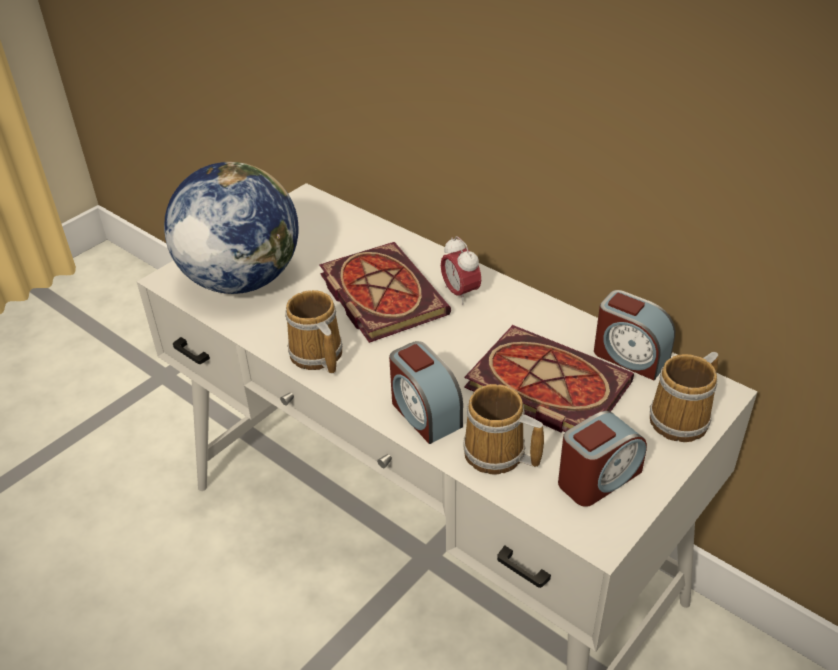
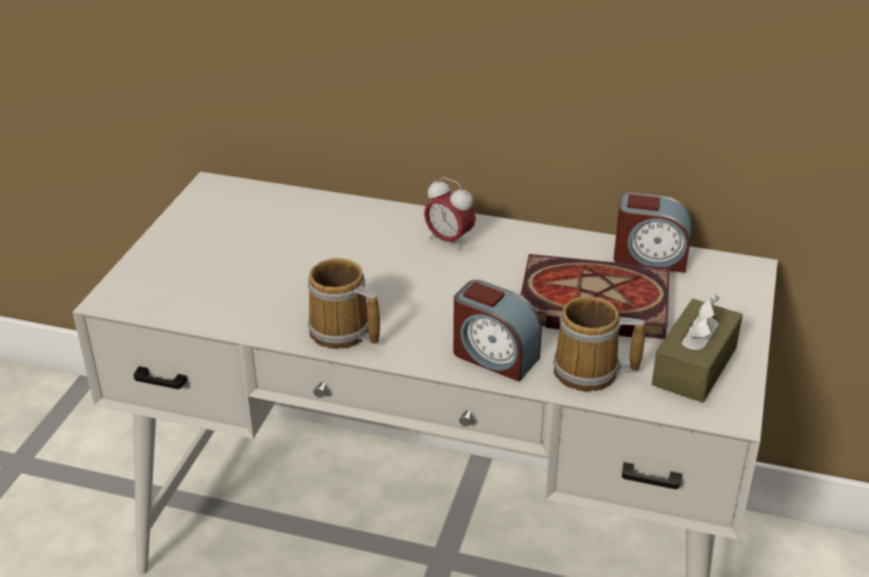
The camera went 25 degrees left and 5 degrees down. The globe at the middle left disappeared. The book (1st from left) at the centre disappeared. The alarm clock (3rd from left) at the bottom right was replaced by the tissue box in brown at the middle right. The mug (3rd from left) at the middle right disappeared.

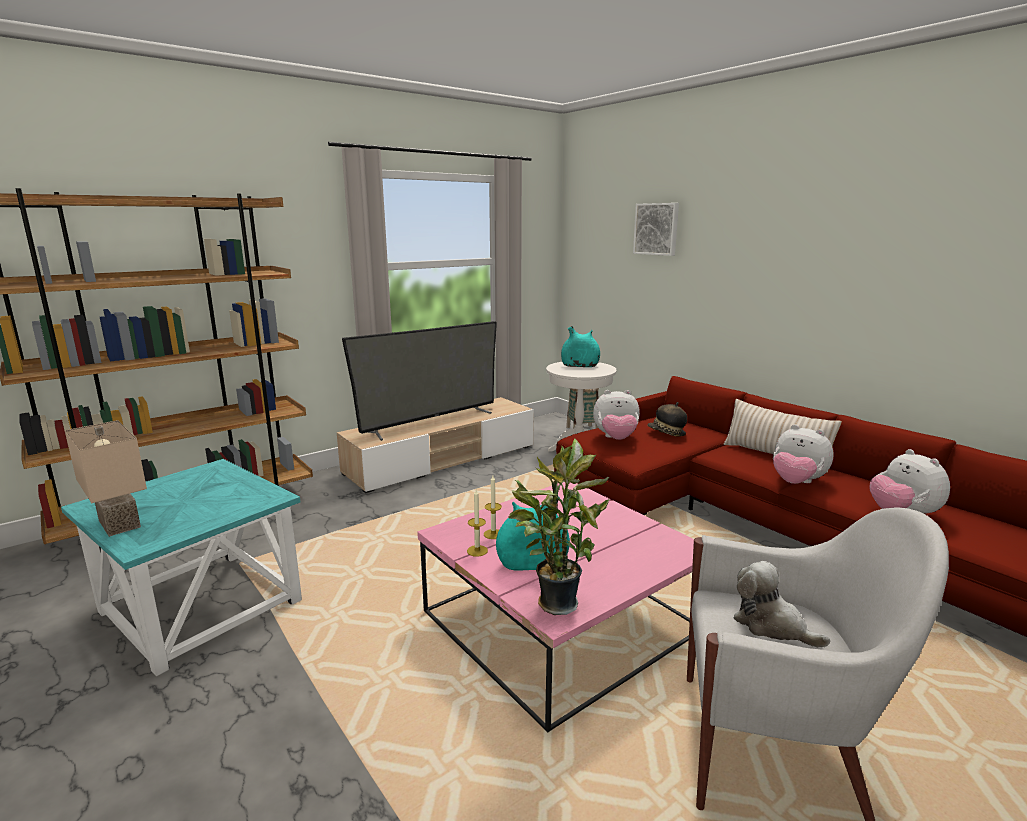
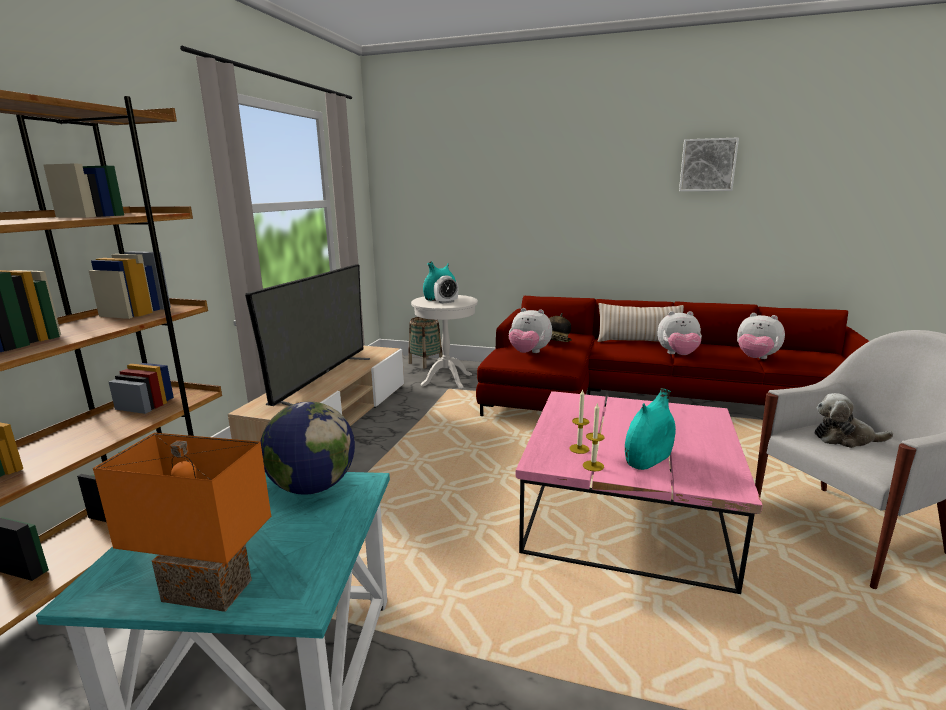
The camera went 35 degrees left and 0 degrees up. The table lamp in beige at the middle left became the table lamp in orange at the bottom left. The potted plant at the centre disappeared. The plush toy (1st from left) at the centre turned 60 degrees clockwise. The picture moved from the top centre to the top right. The globe at the middle left appeared. The alarm clock at the centre appeared.

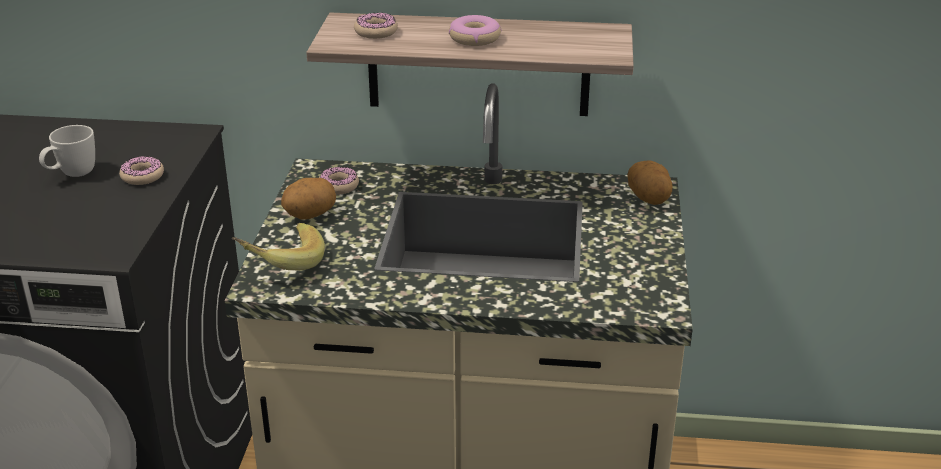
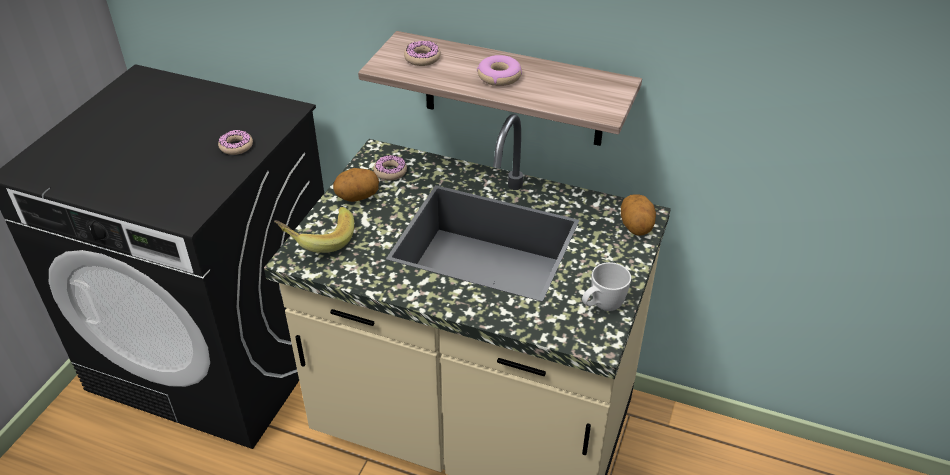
The camera went 15 degrees right and 10 degrees up. The mug in white moved from the top left to the centre.

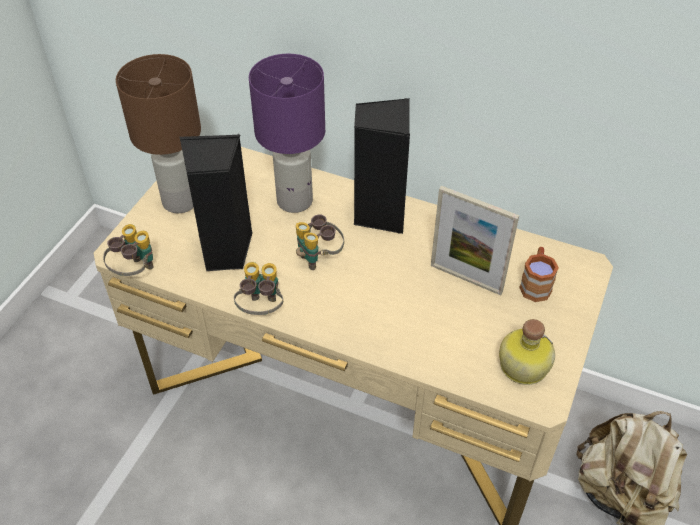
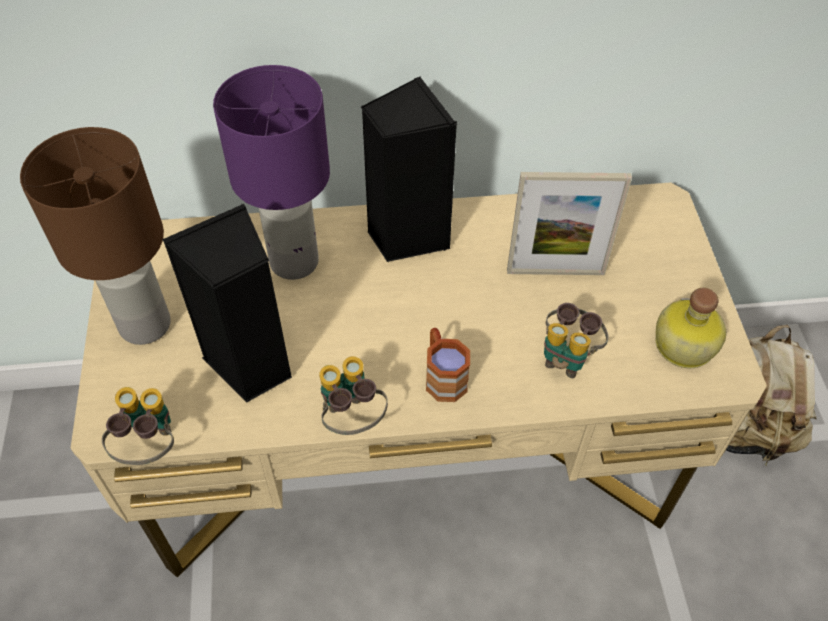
The camera went 30 degrees left and 5 degrees up. The binoculars (3rd from left) moved from the centre to the middle right. The mug in brown moved from the middle right to the centre.

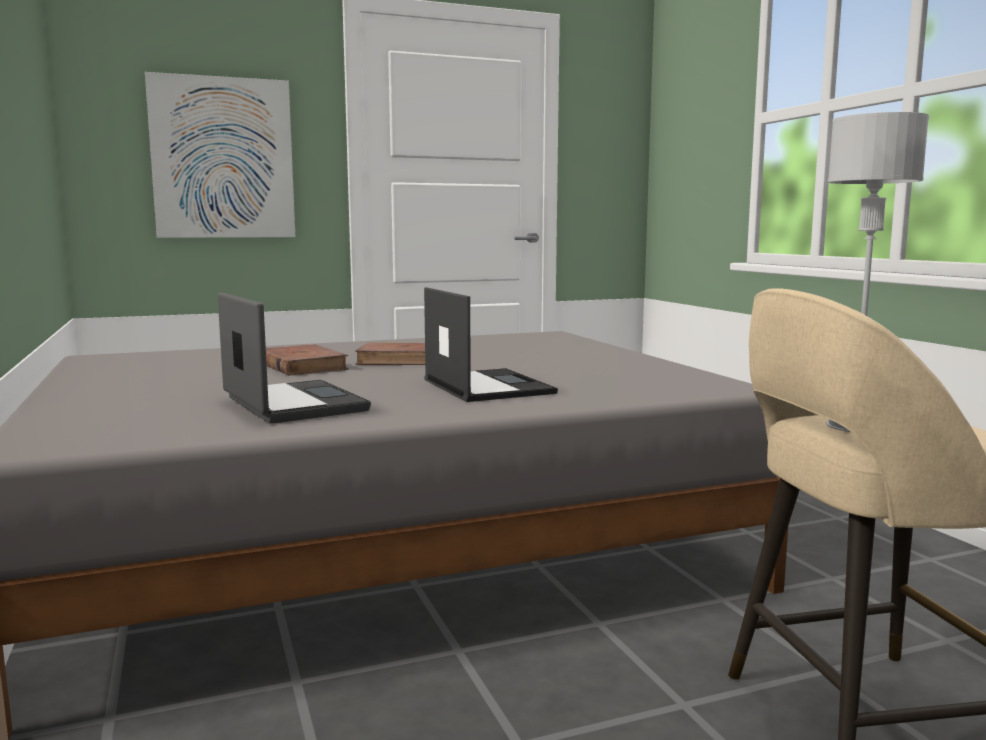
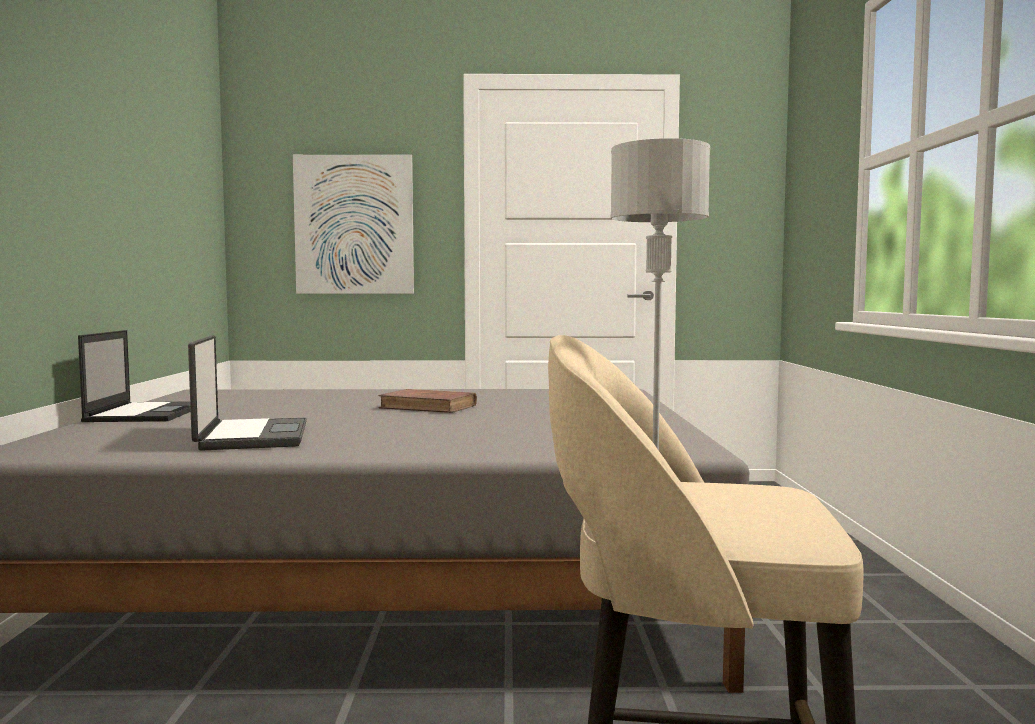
The camera went 20 degrees right and 5 degrees down. The book in brown (1st from left) at the middle left disappeared. The laptop (2nd from left in the first image) moved from the centre to the middle left.

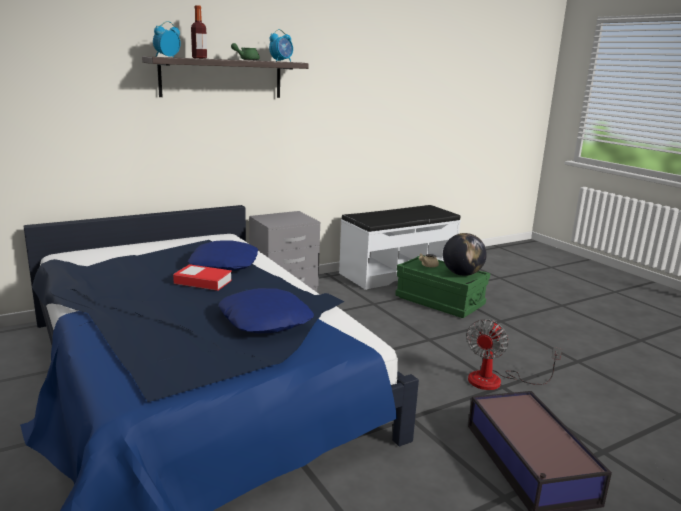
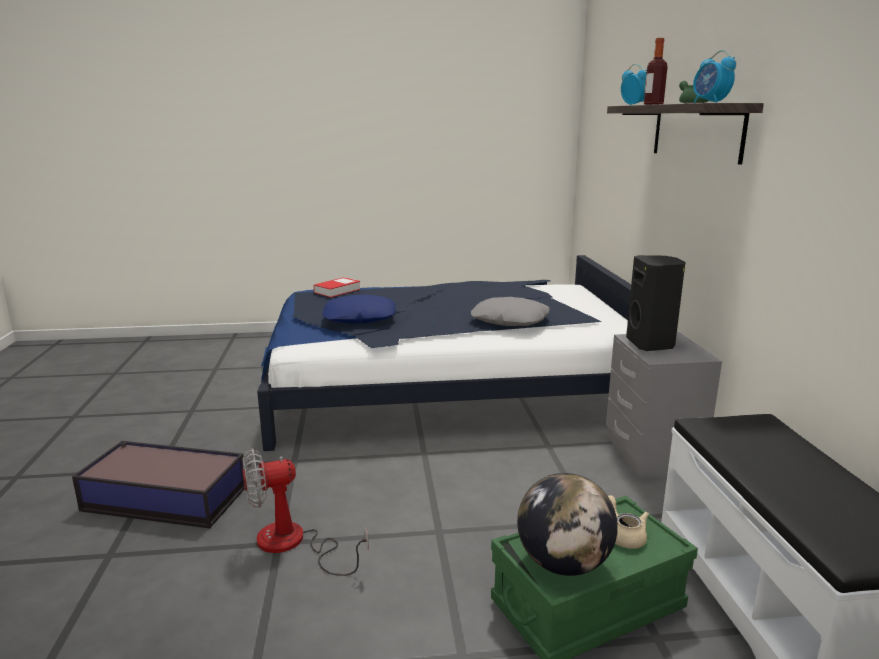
The camera went 115 degrees right and 0 degrees up. The book moved from the middle left to the centre. The pillow in blue (1st from left) at the middle left became the pillow in grey at the centre. The fan at the bottom right turned 75 degrees counterclockwise. The speaker in black at the middle right appeared.

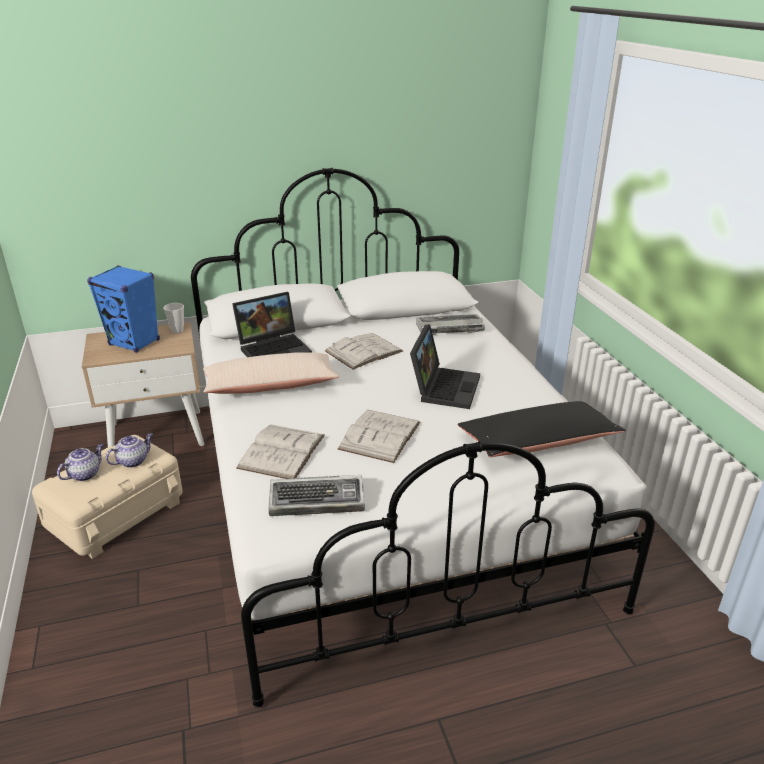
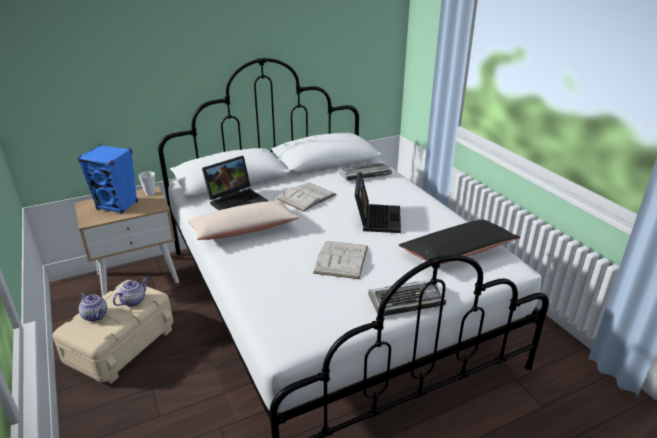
The camera went 10 degrees left and 0 degrees up. The teapot (1st from left) at the middle left turned 105 degrees clockwise. The book in white (1st from left) at the centre disappeared. The keyboard (1st from left in the first image) moved from the centre to the bottom centre.

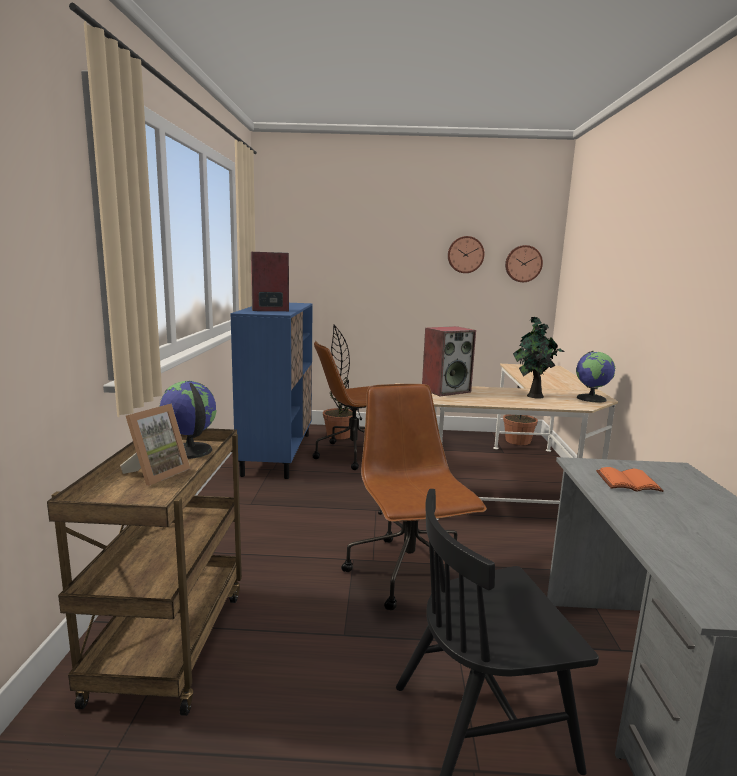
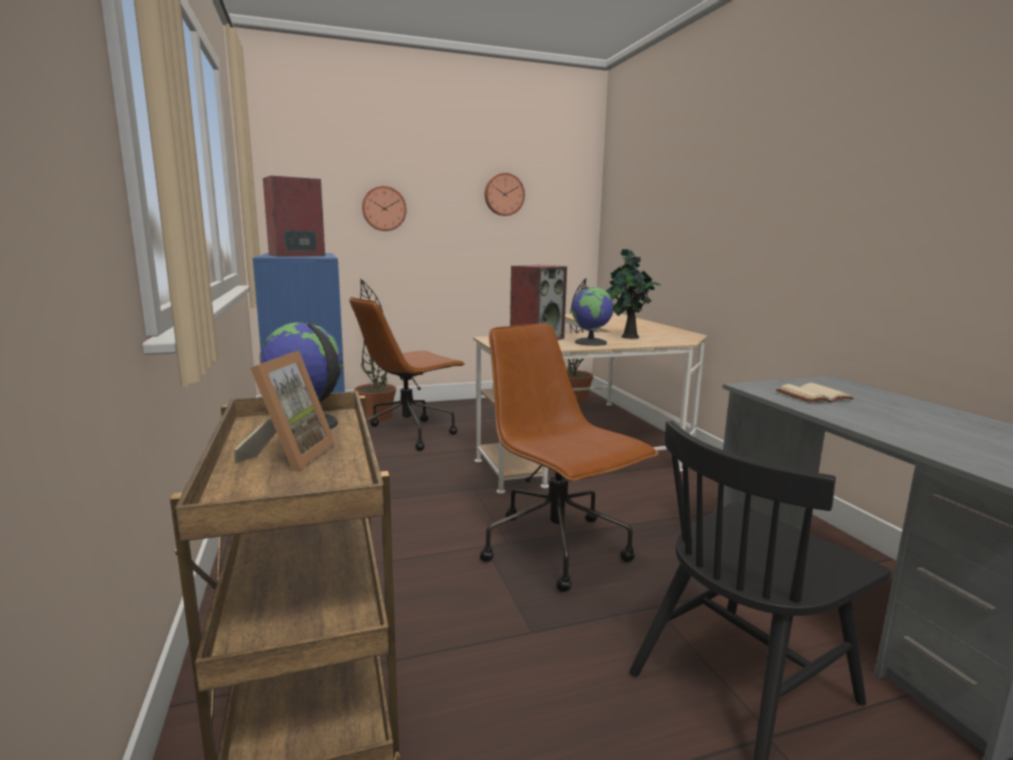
The camera went 20 degrees left and 0 degrees up. The wall clock (2nd from left in the first image) moved from the middle right to the top centre. The globe (2nd from left) moved from the middle right to the centre. The book in orange at the middle right became the book in beige at the middle right.

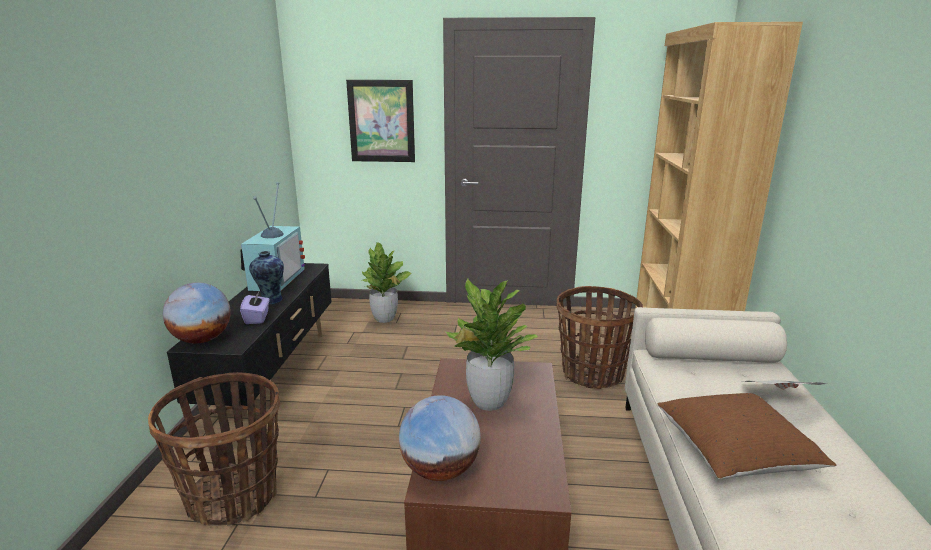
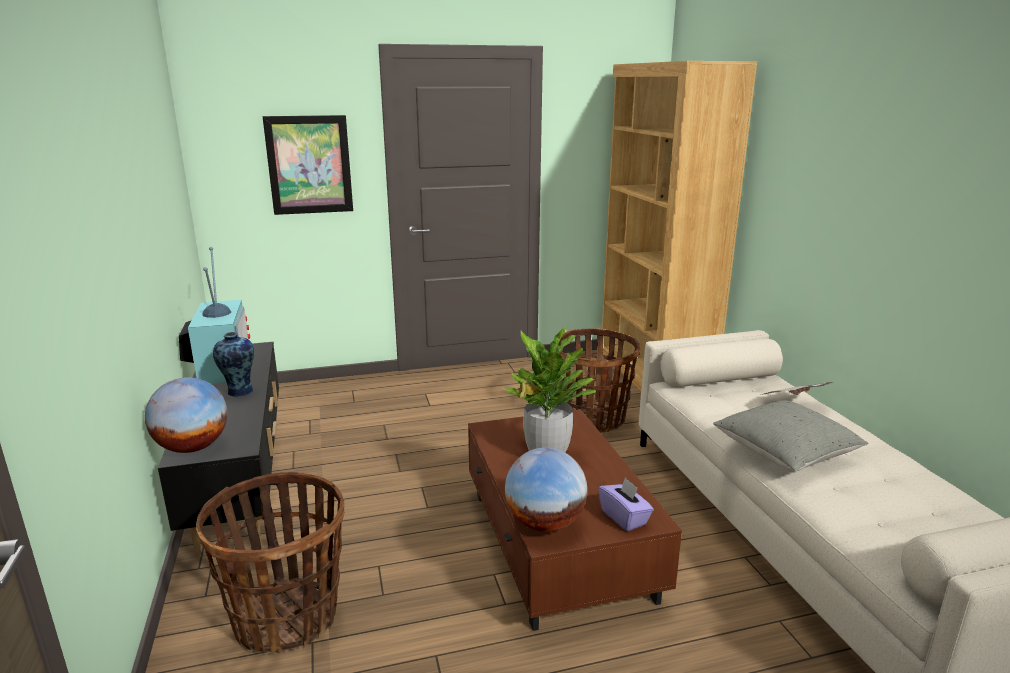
The camera went 20 degrees left and 0 degrees up. The tissue box in purple moved from the middle left to the bottom centre. The potted plant (1st from left) at the centre disappeared. The pillow in brown at the bottom right became the pillow in grey at the middle right.

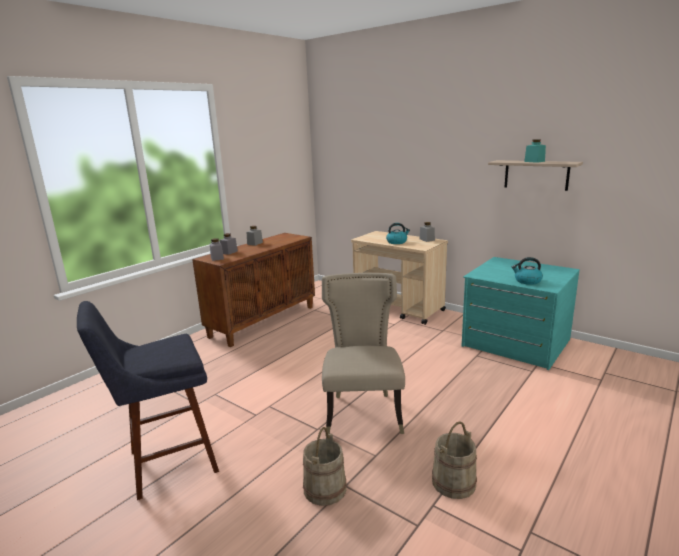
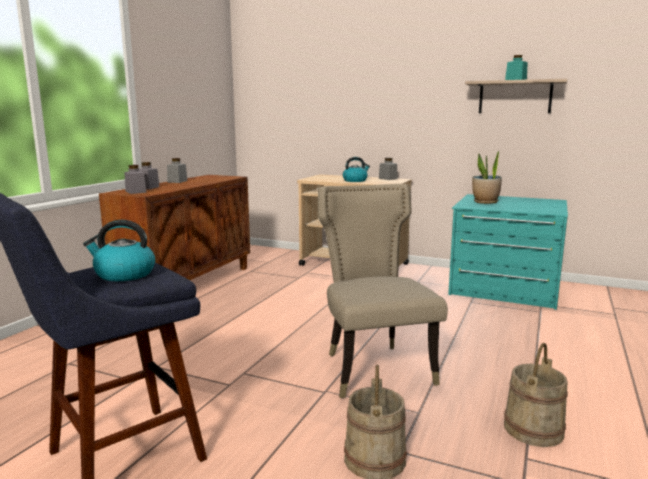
The camera went 15 degrees left and 5 degrees down. The kettle (2nd from left in the first image) moved from the middle right to the middle left. The potted plant at the middle right appeared.

